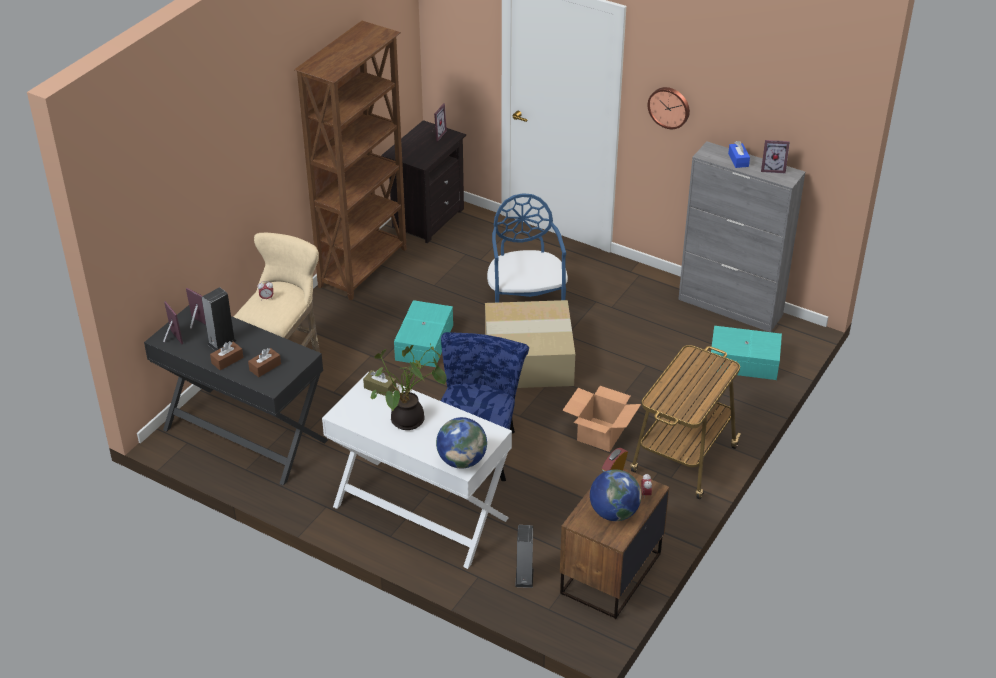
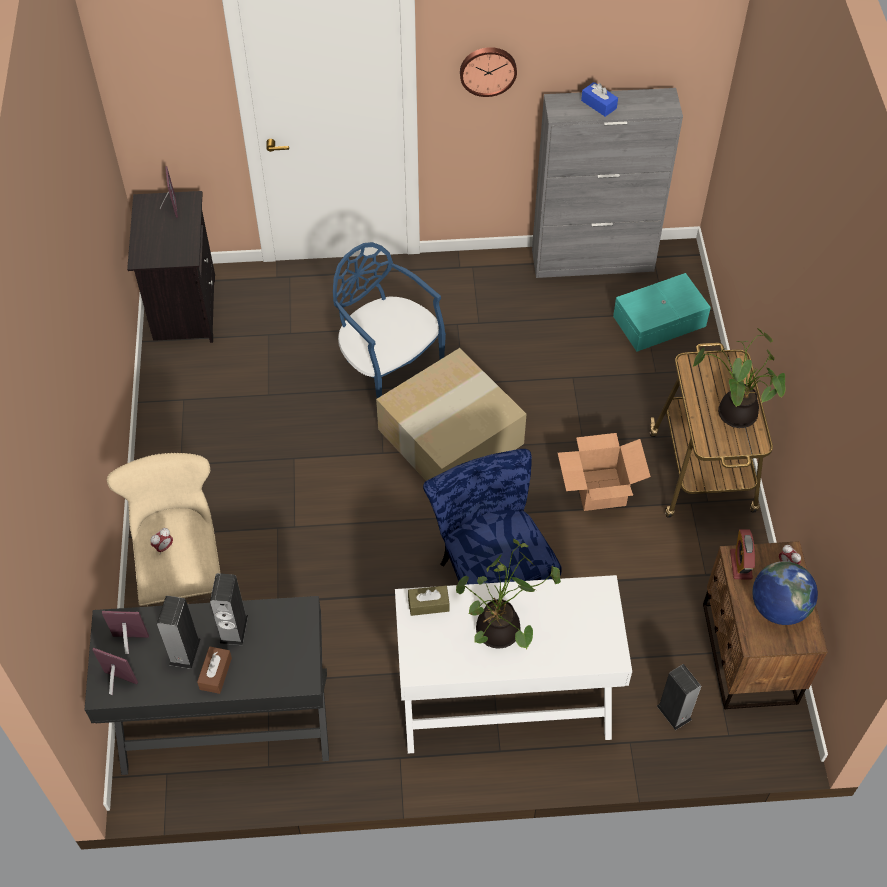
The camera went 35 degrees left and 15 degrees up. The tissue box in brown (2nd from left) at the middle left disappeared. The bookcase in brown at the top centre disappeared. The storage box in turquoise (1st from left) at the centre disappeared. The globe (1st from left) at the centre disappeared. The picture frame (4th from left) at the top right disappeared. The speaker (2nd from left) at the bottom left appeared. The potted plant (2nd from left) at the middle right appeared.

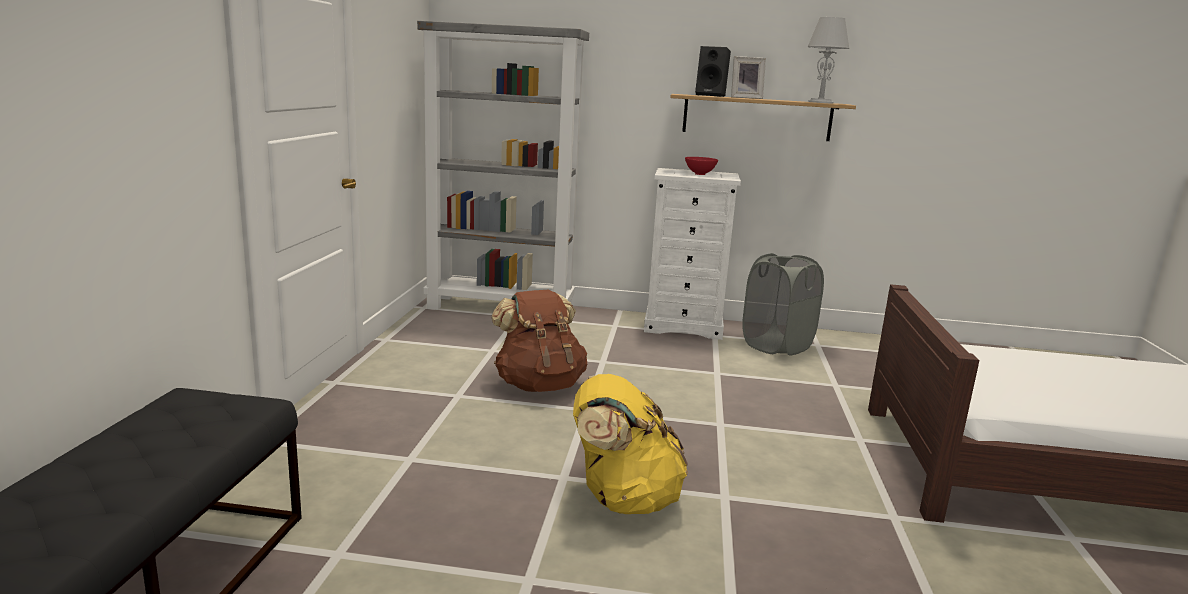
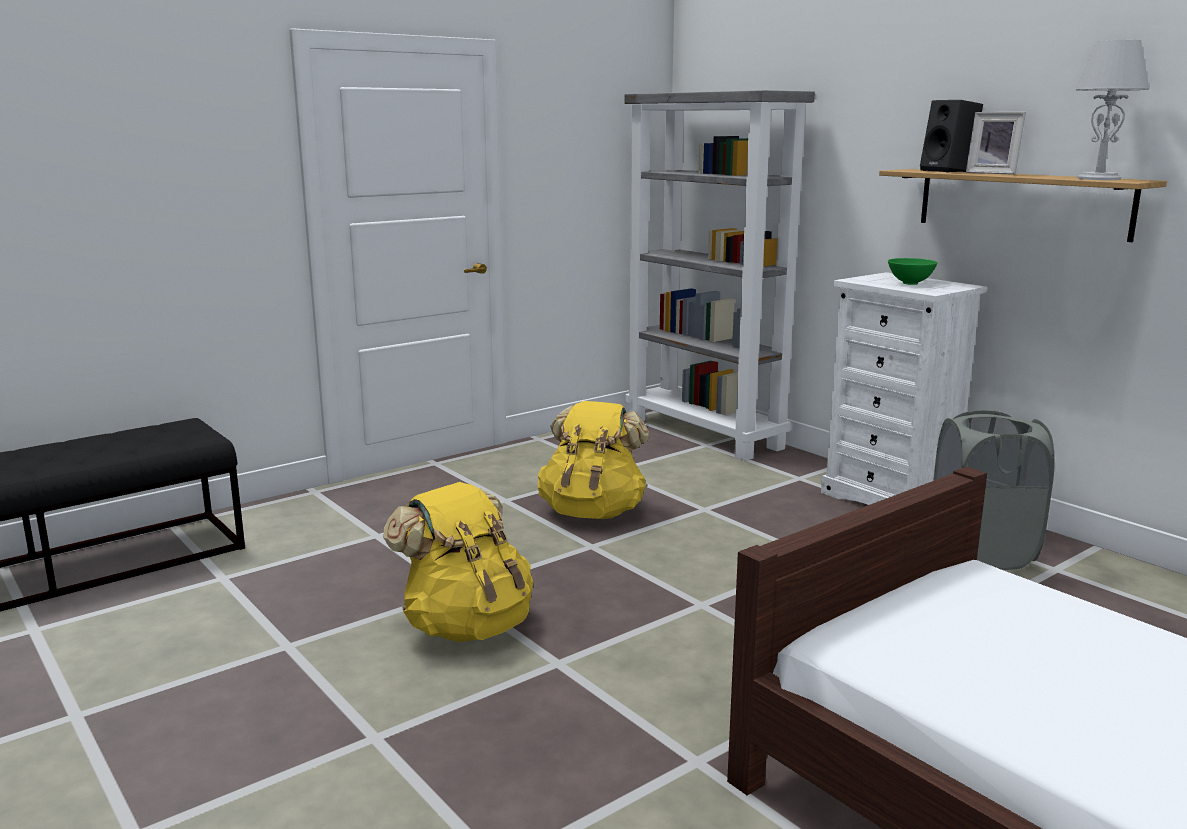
The camera went 45 degrees right and 0 degrees up. The backpack in brown at the centre became the backpack in yellow (2nd from left) at the centre. The bowl in red at the top centre became the bowl in green at the top right.

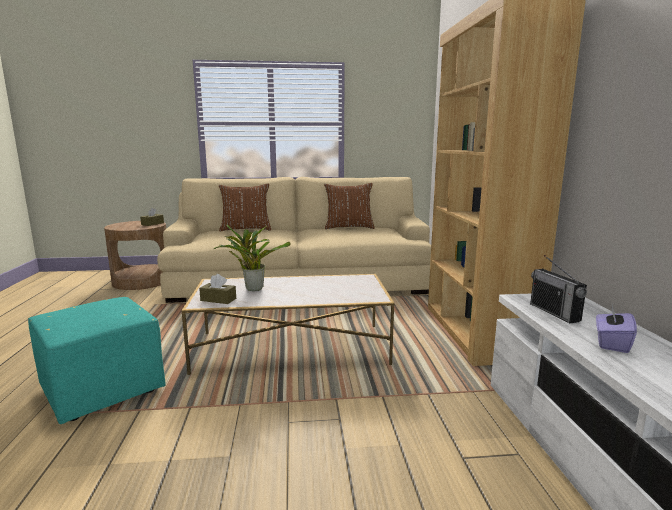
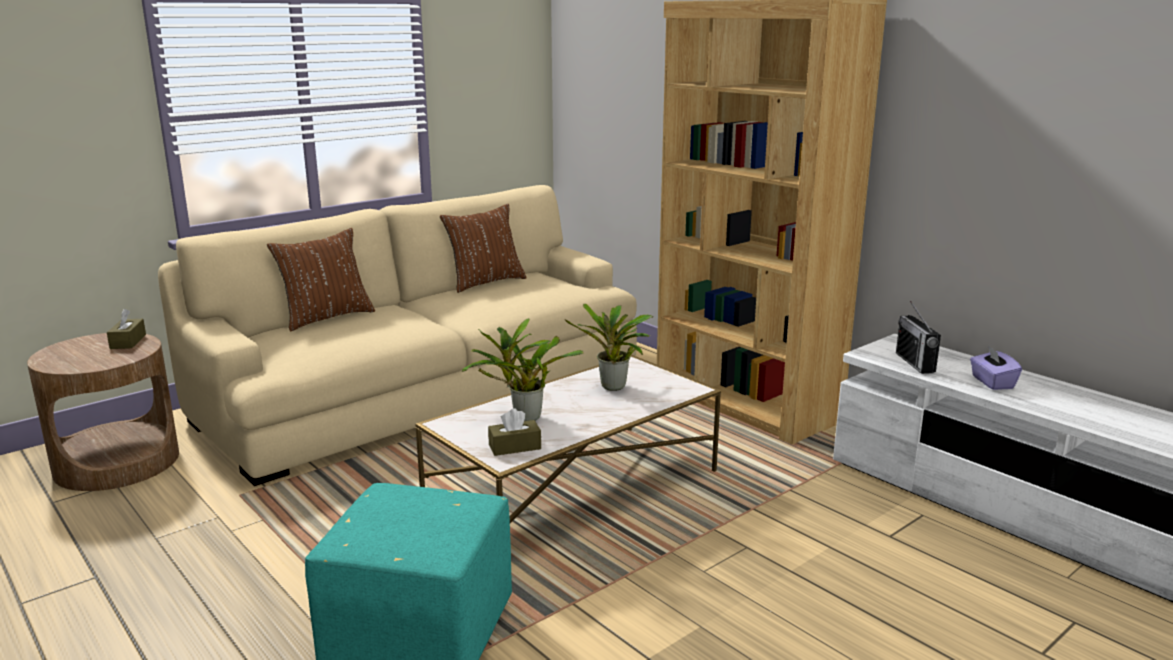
The camera went 35 degrees left and 5 degrees up. The radio at the middle right turned 45 degrees clockwise. The potted plant (2nd from left) at the centre appeared.

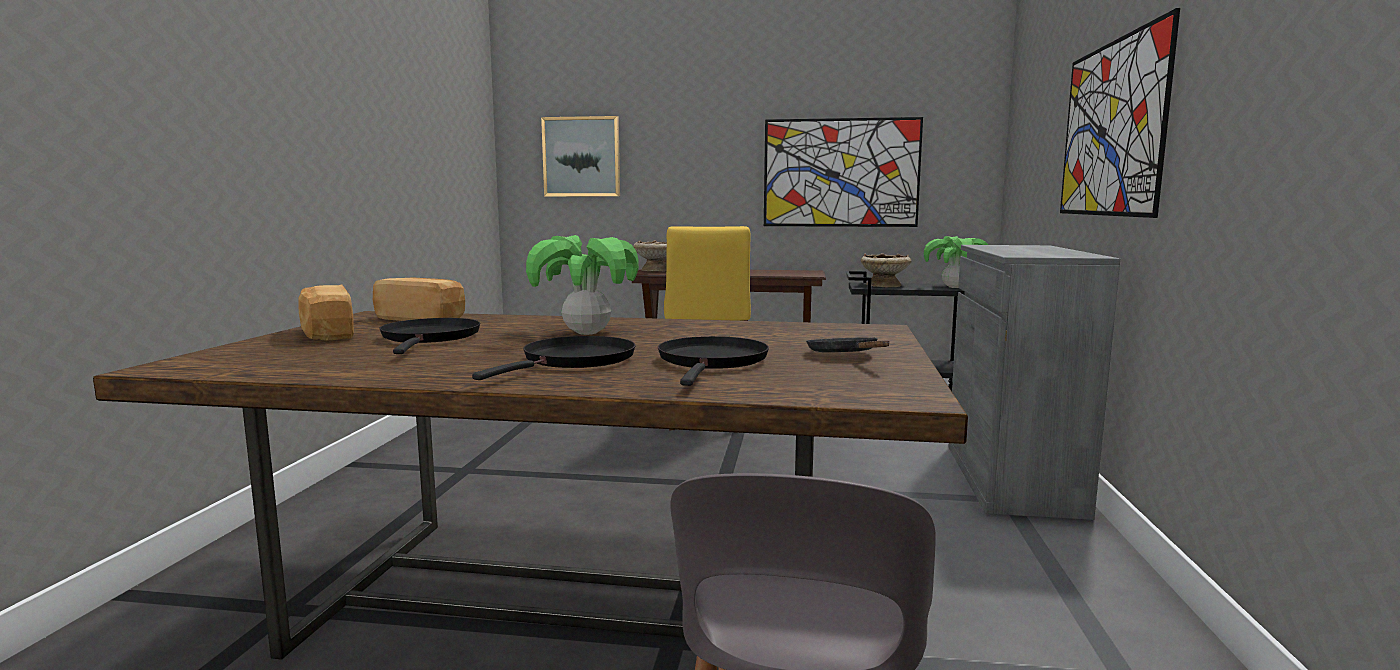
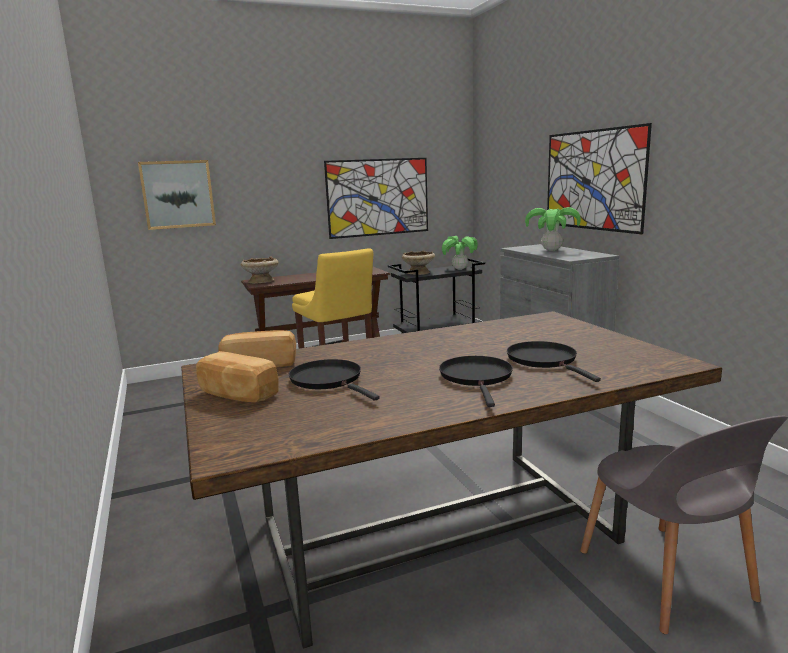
The camera went 30 degrees left and 5 degrees up. The potted plant (1st from left in the first image) moved from the centre to the middle right. The frying pan in black (4th from left) at the centre disappeared.

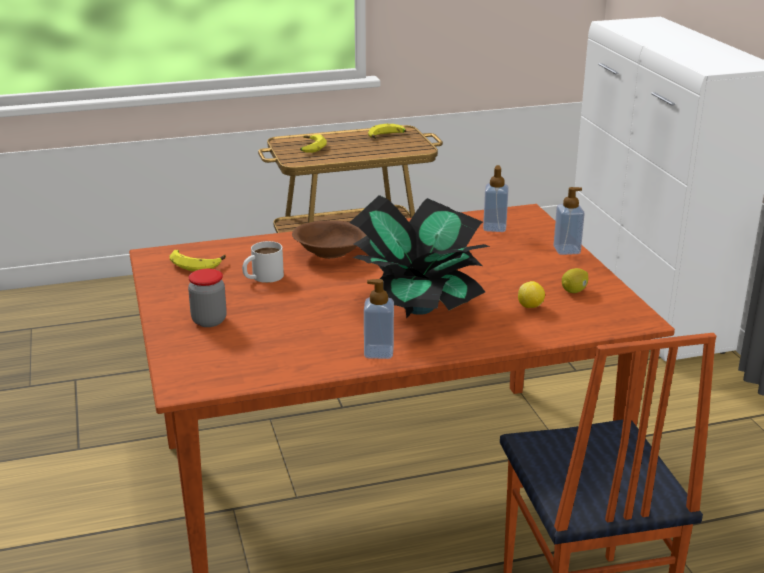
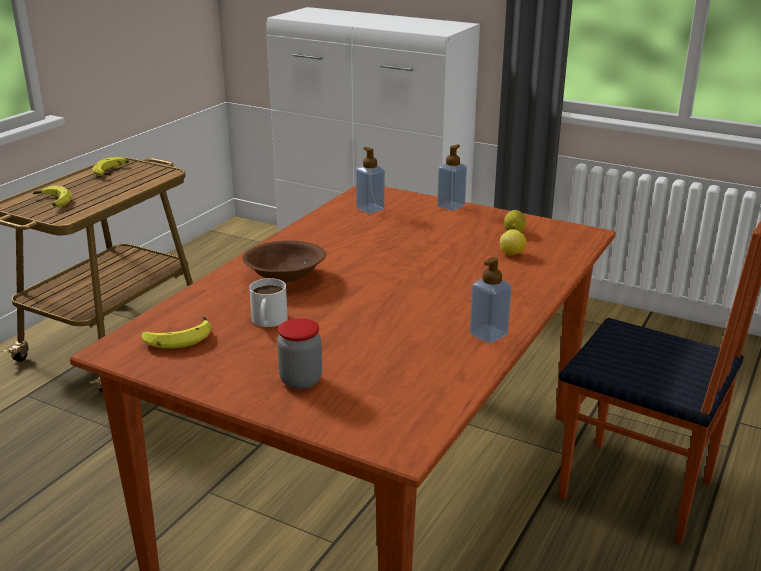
The camera went 45 degrees left and 0 degrees up. The potted plant at the centre disappeared.

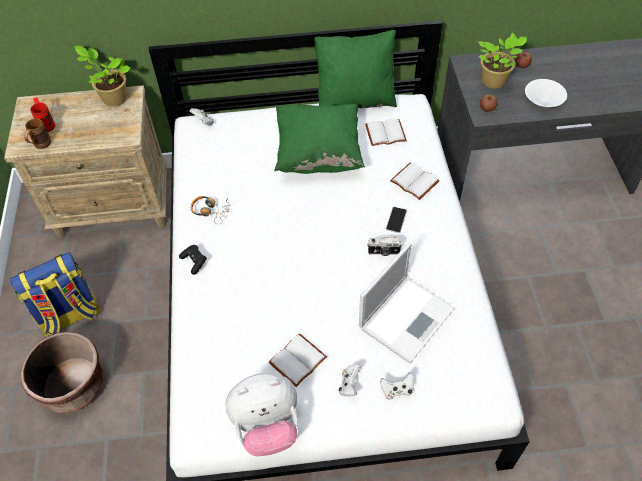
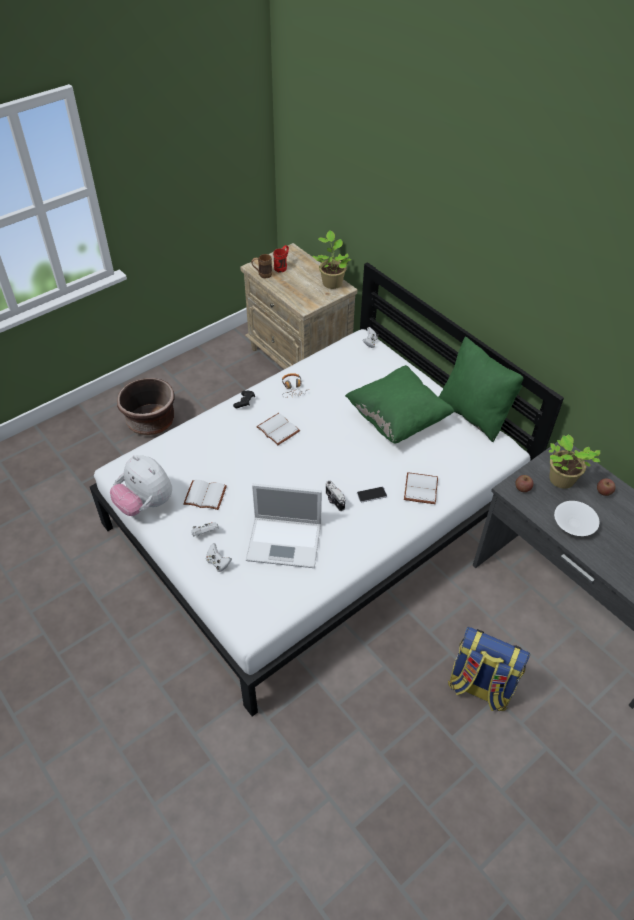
The camera went 55 degrees right and 5 degrees down. The backpack moved from the middle left to the bottom right. The book in white (2nd from left) moved from the top centre to the centre.

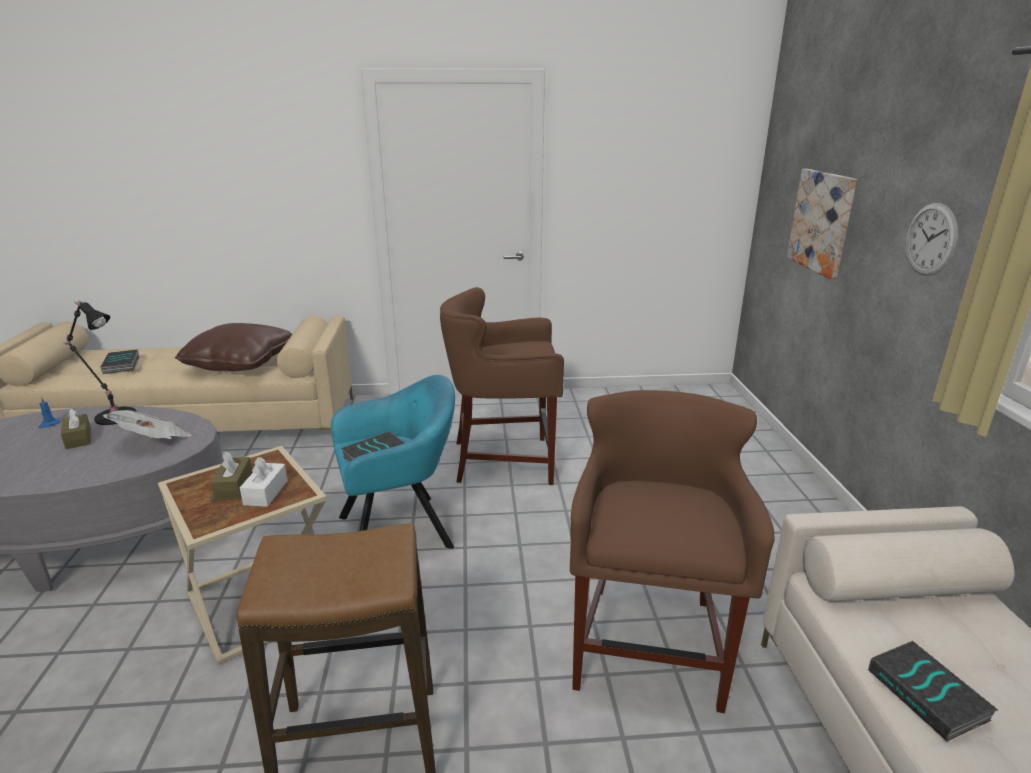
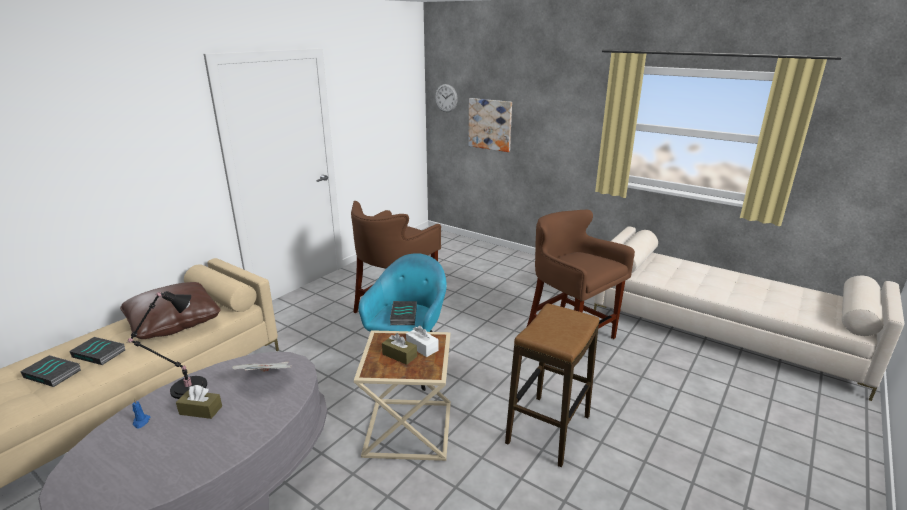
The camera went 50 degrees left and 0 degrees up. The book (3rd from left in the first image) moved from the bottom right to the bottom left. The wall clock moved from the top right to the top centre.

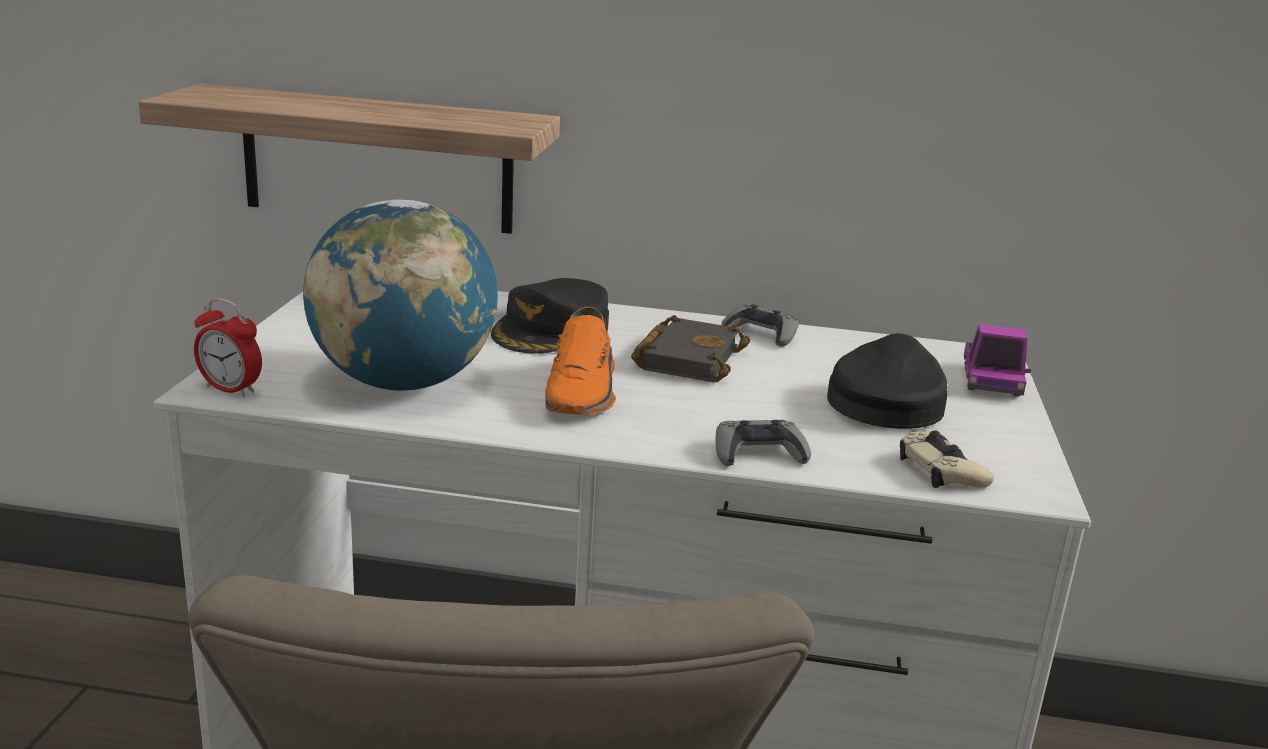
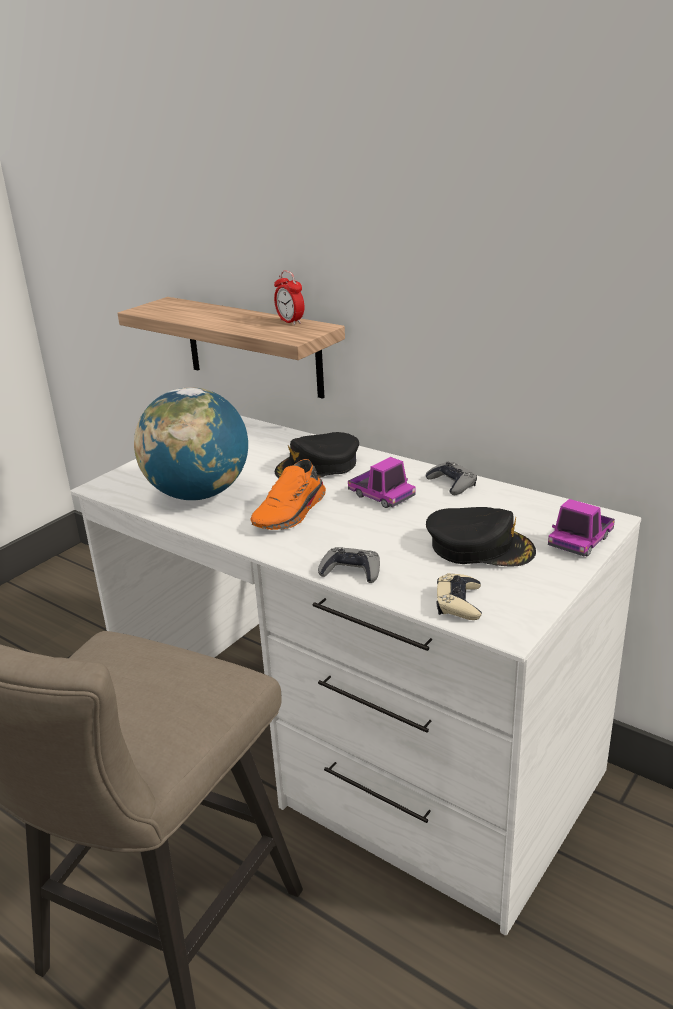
The camera went 30 degrees right and 5 degrees up. The alarm clock moved from the middle left to the top centre. The book in black at the centre was replaced by the toy truck (1st from left) at the centre. The cap in black (2nd from left) at the middle right turned 60 degrees clockwise.

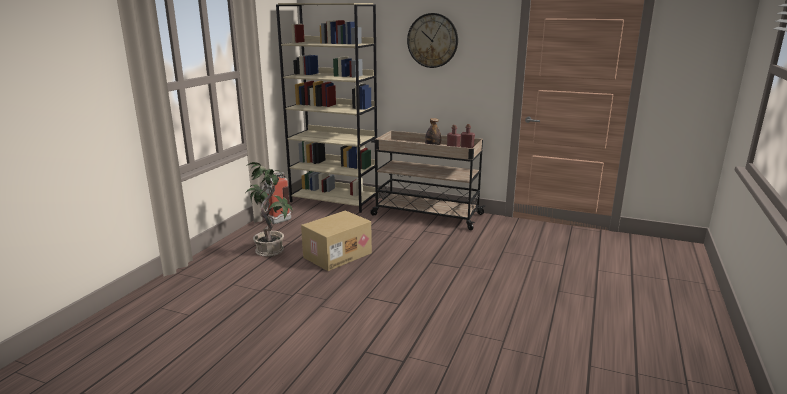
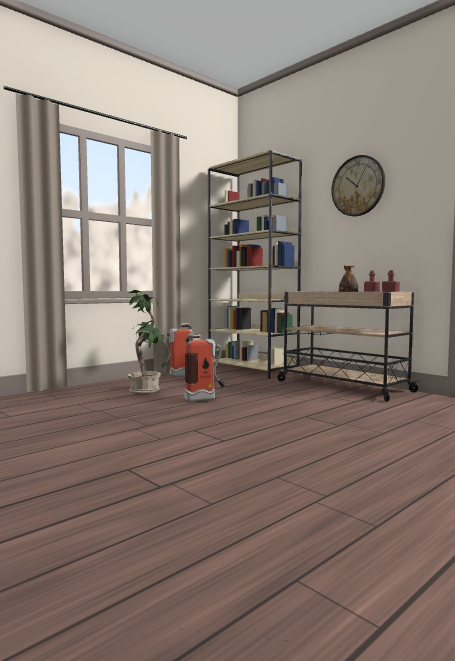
The camera went 25 degrees right and 15 degrees down. The cardboard box at the centre was replaced by the fire extinguisher (2nd from left) at the centre.

